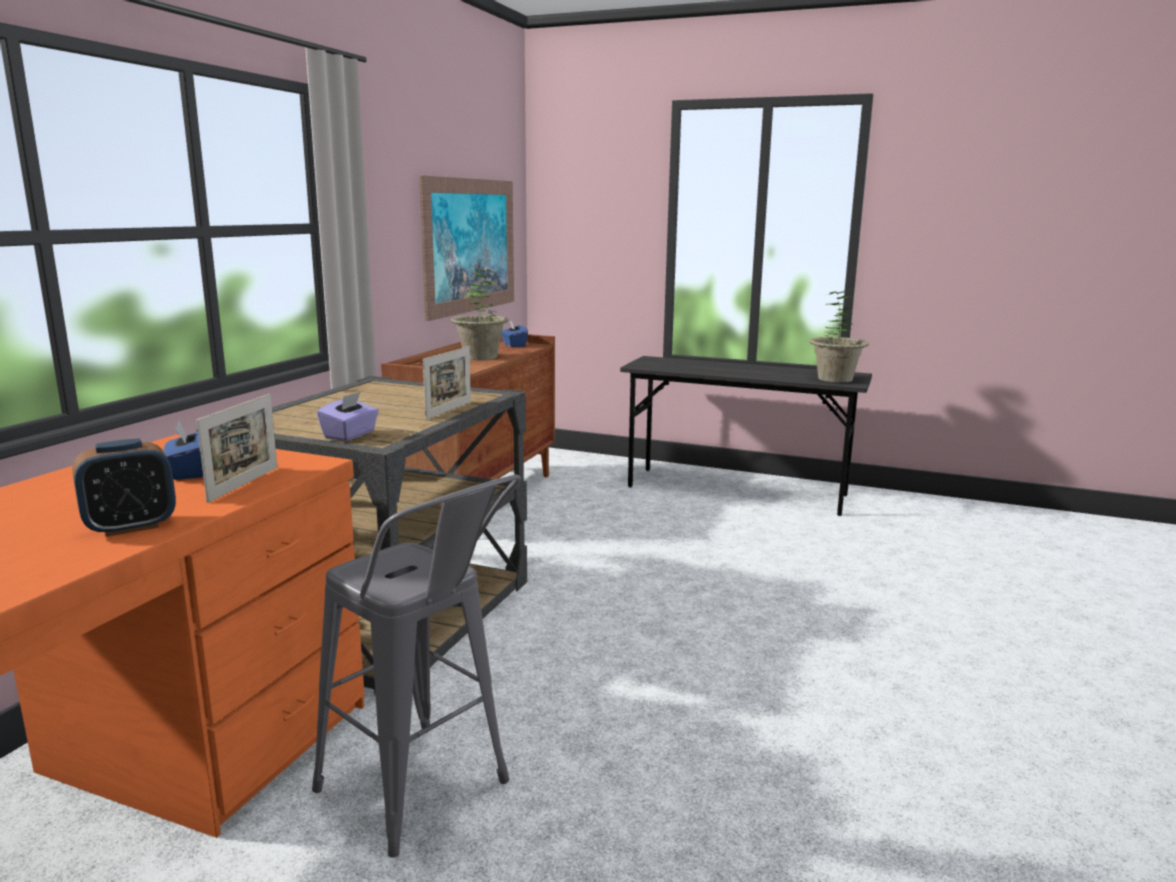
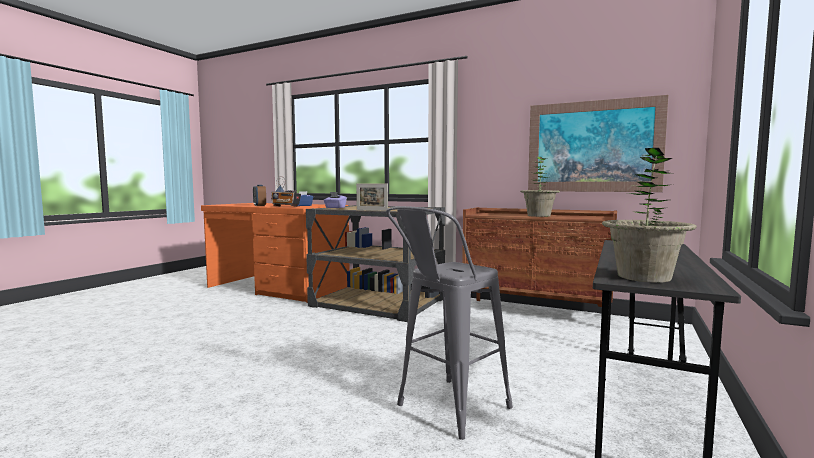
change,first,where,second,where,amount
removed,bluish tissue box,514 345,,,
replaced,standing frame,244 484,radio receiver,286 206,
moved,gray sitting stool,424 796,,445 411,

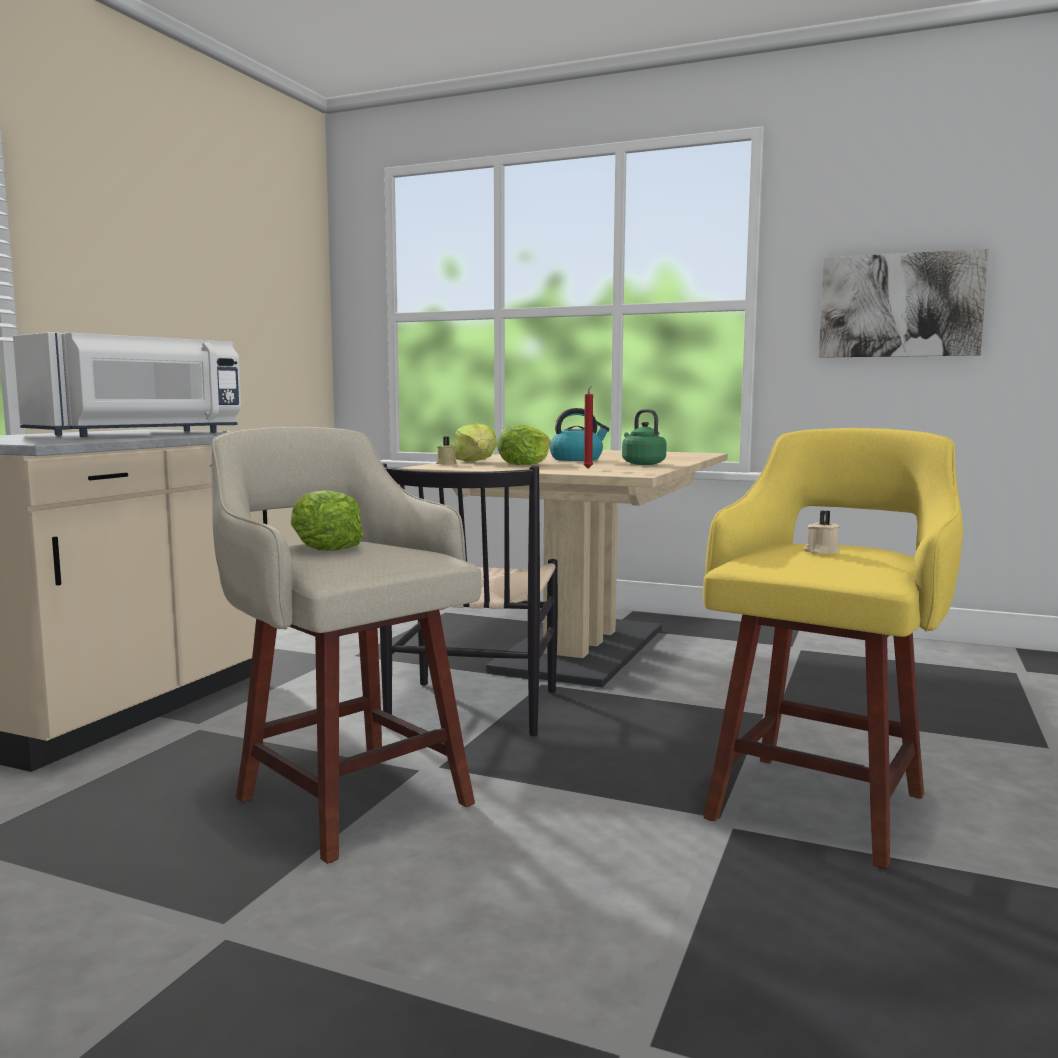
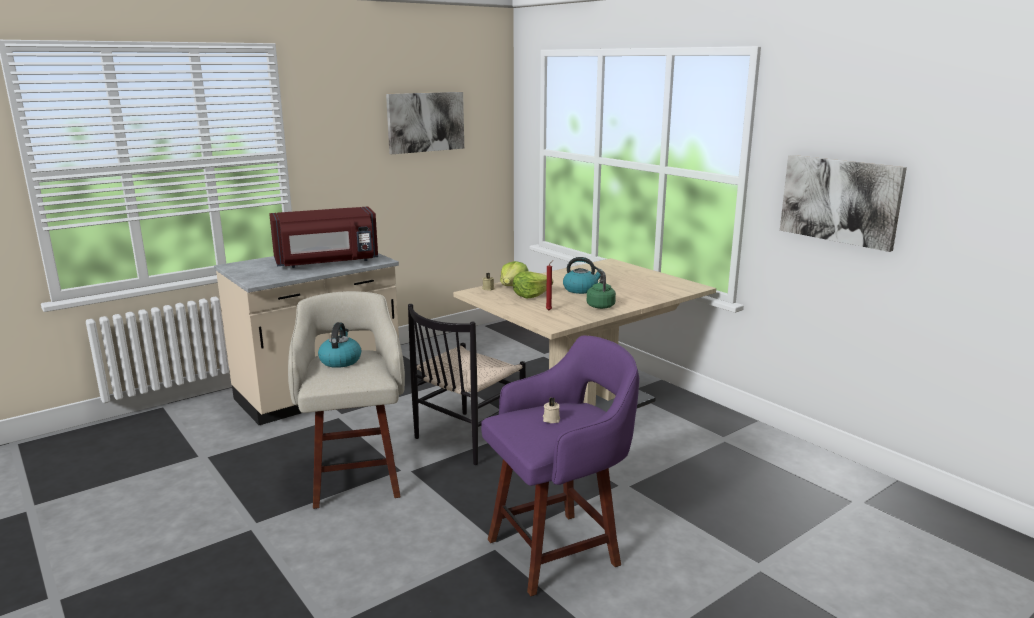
change,first,where,second,where,amount
recoloured,white-coloured microwave,142 434,red microwave,327 262,
recoloured,yellow sitting stool,821 803,purplish sitting stool,558 551,
replaced,lettuce head,323 547,tea kettle,340 360,
added,,,wall picture,425 122,

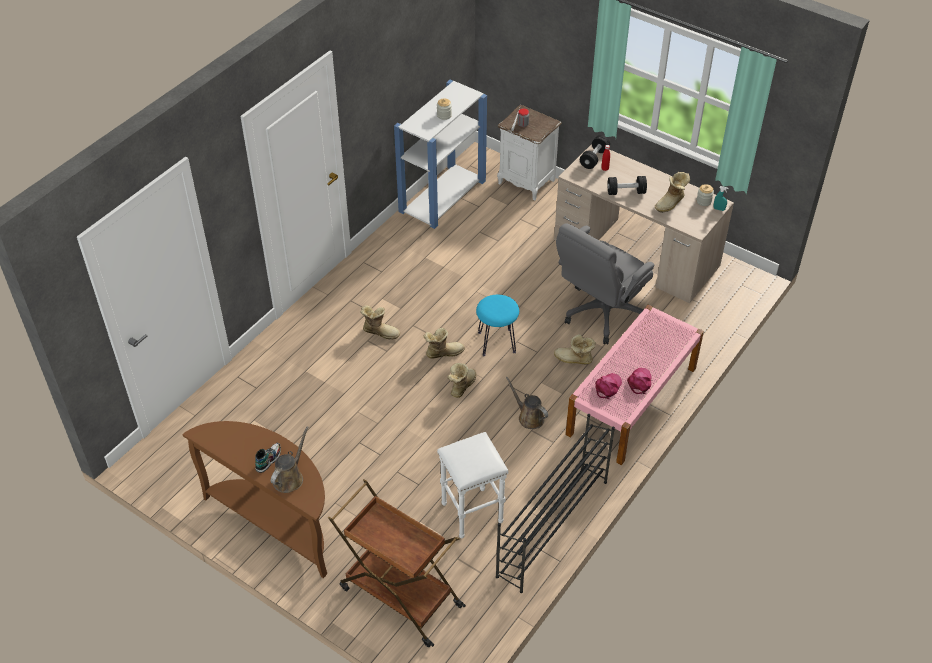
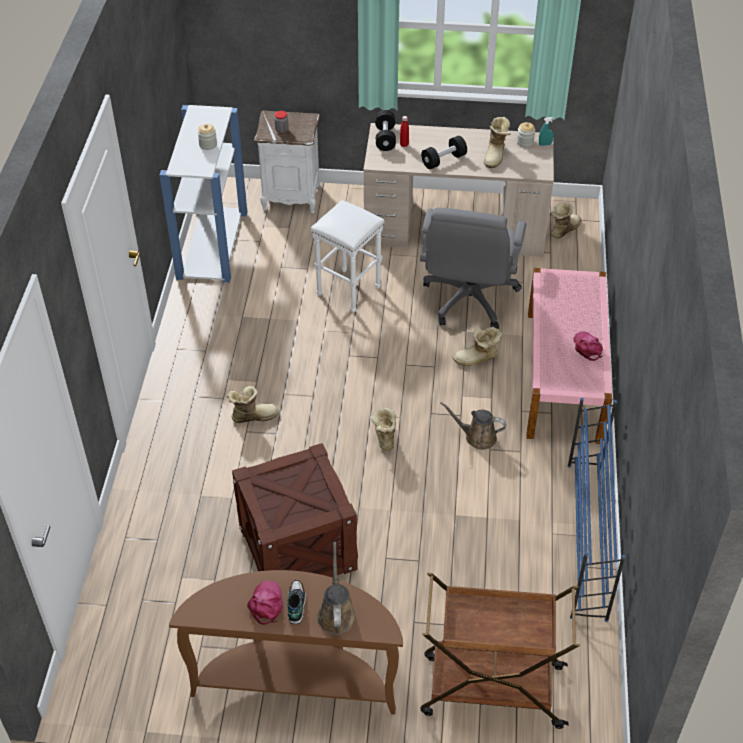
change,first,where,second,where,amount
removed,turquoise sitting stool,496 342,,,
moved,high-top boot,443 352,,563 229,
moved,pink cap,608 387,,266 604,
recoloured,black-coloured shoe rack,552 528,bluish shoe rack,586 540,
moved,white-coloured sitting stool,470 512,,347 290,
added,,,packing crate,298 548,

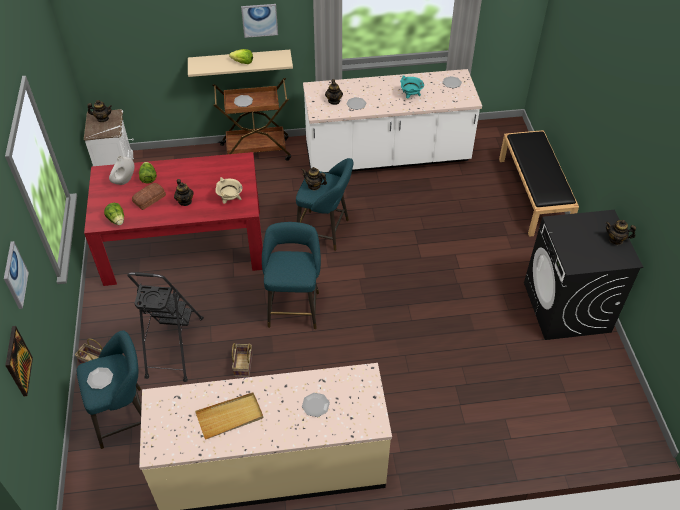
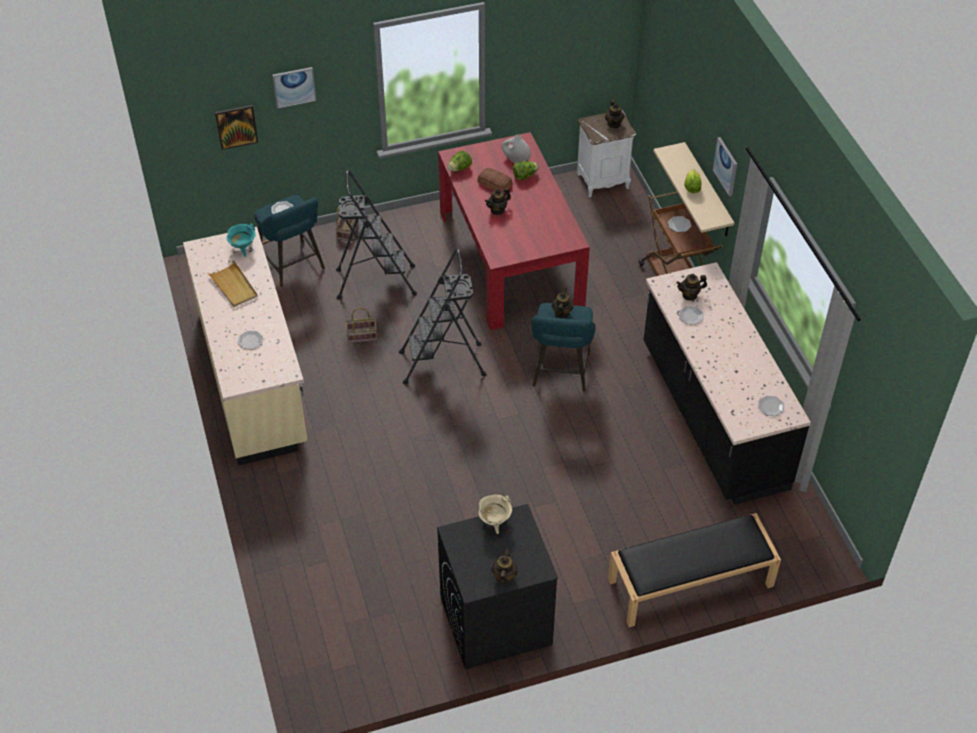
change,first,where,second,where,amount
recoloured,white-coloured counter,387 156,black-coloured counter,712 416,
moved,turquoise stockpot,410 96,,243 248,
moved,beige stockpot,230 200,,494 522,
replaced,turquoise sitting stool,294 306,step ladder,443 363,

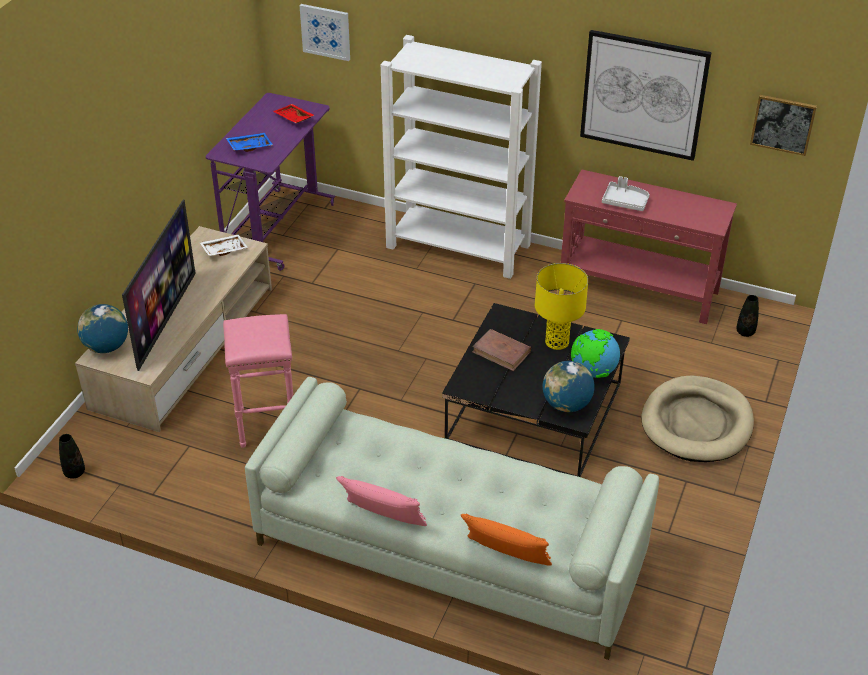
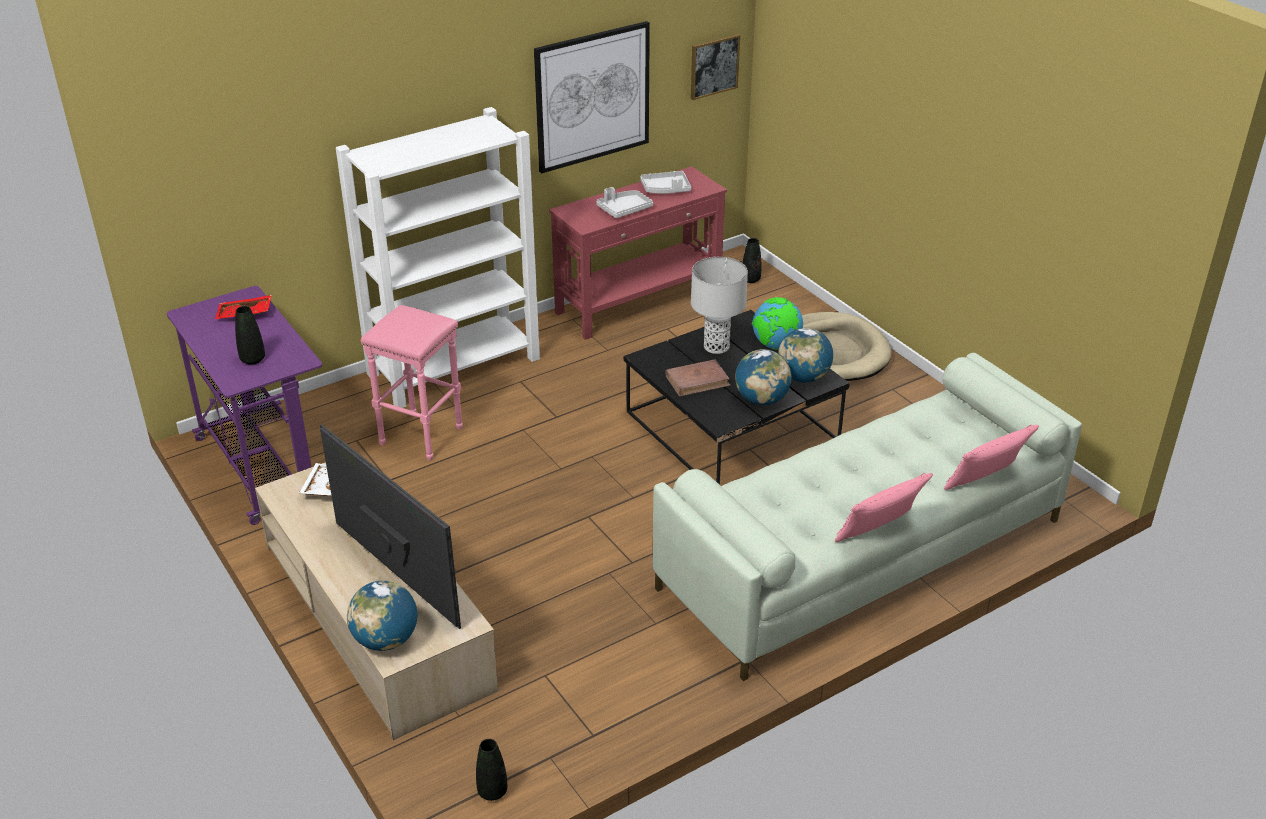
change,first,where,second,where,amount
removed,wall picture,325 31,,,
replaced,bluish carrying tray,249 146,black-coloured vase,253 359,
recoloured,yellow table lamp,556 342,white-coloured table lamp,716 347,
moved,pink sitting stool,266 425,,421 437,
recoloured,orangey throw pillow,505 557,pink throw pillow,986 480,
added,,,gray carrying tray,666 189,
added,,,globe,761 400,

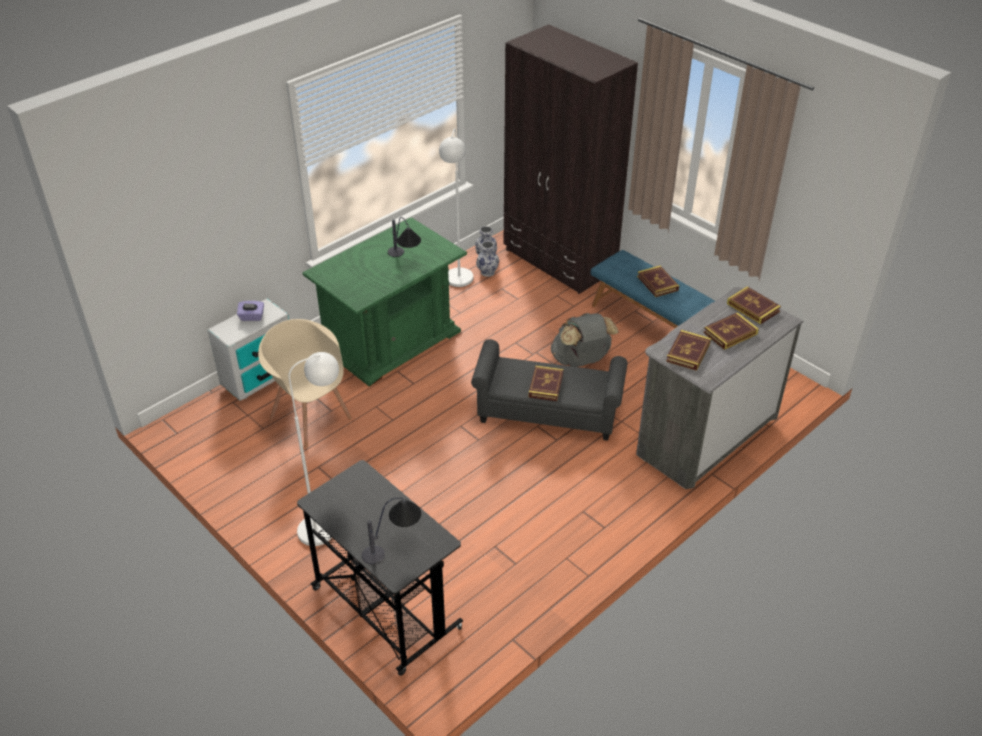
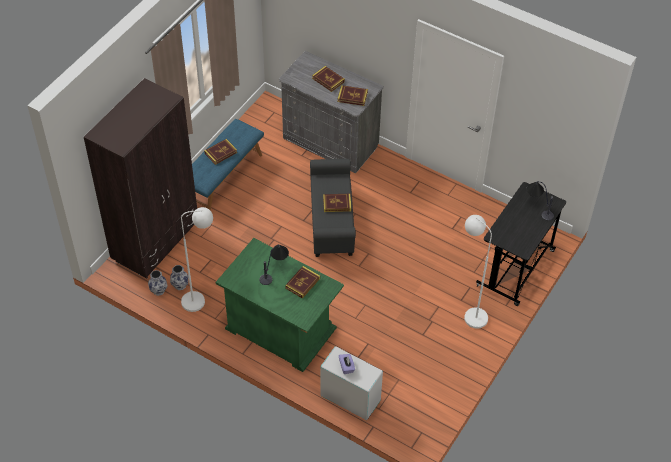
change,first,where,second,where,amount
moved,bound book,753 307,,302 283,
removed,gray backpack,581 361,,,
removed,beige upright chair,310 418,,,

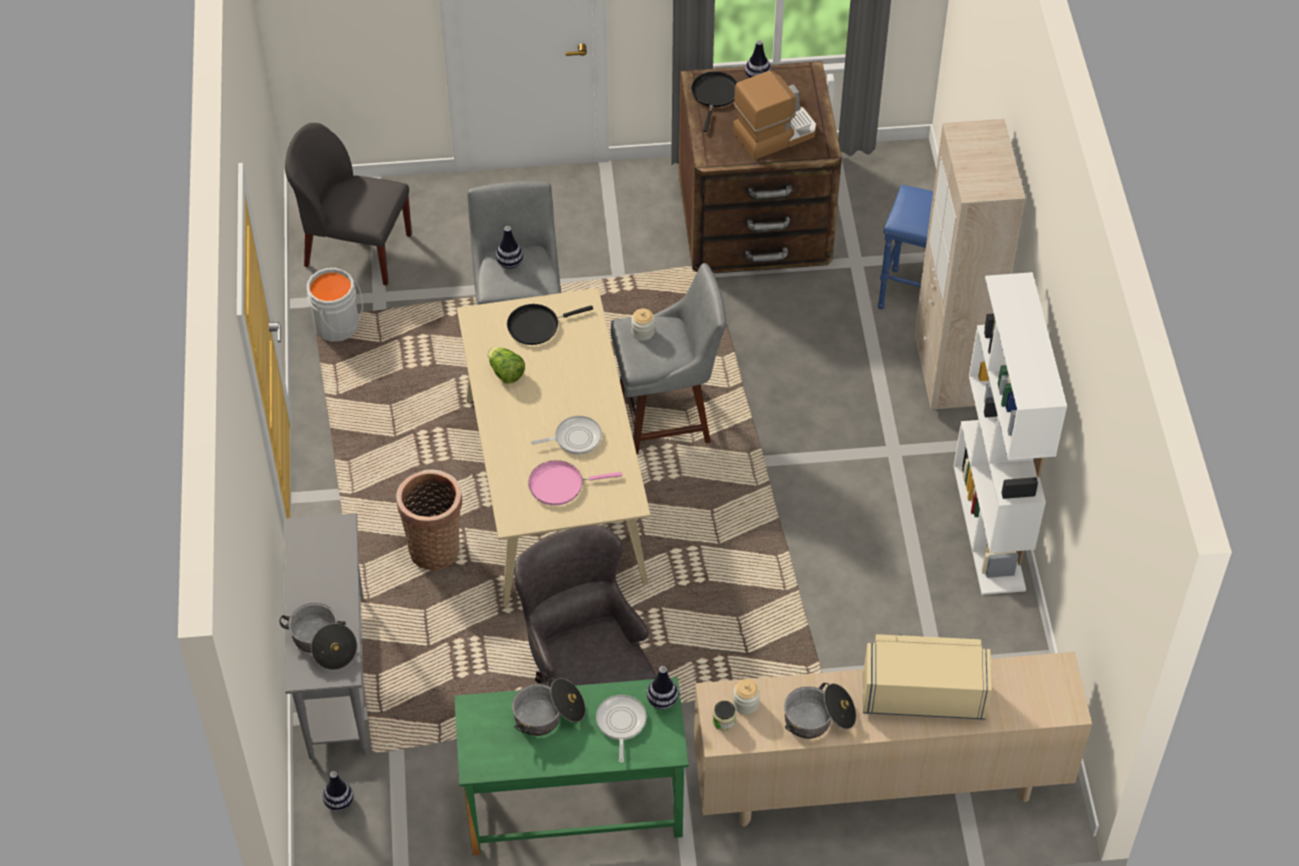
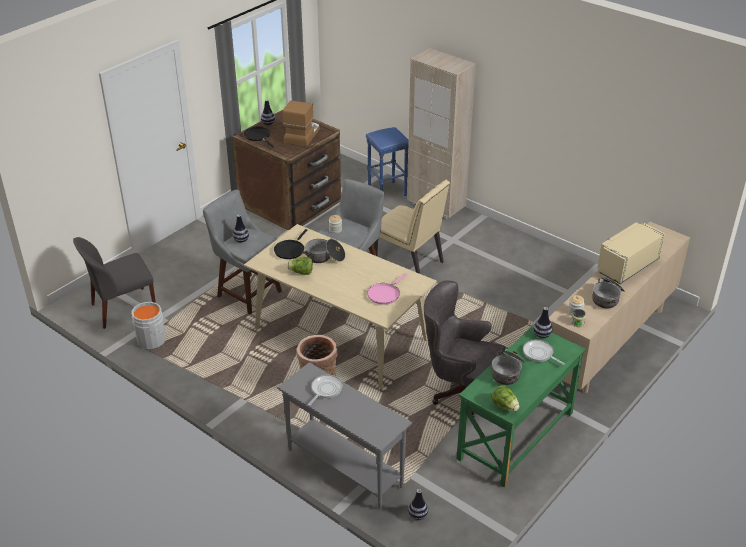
change,first,where,second,where,amount
removed,white-coloured shelving unit,990 528,,,
moved,pan,575 438,,325 390,
moved,stockpot,322 643,,324 257,
added,,,beige upright chair,408 262,
added,,,lettuce head,505 406,

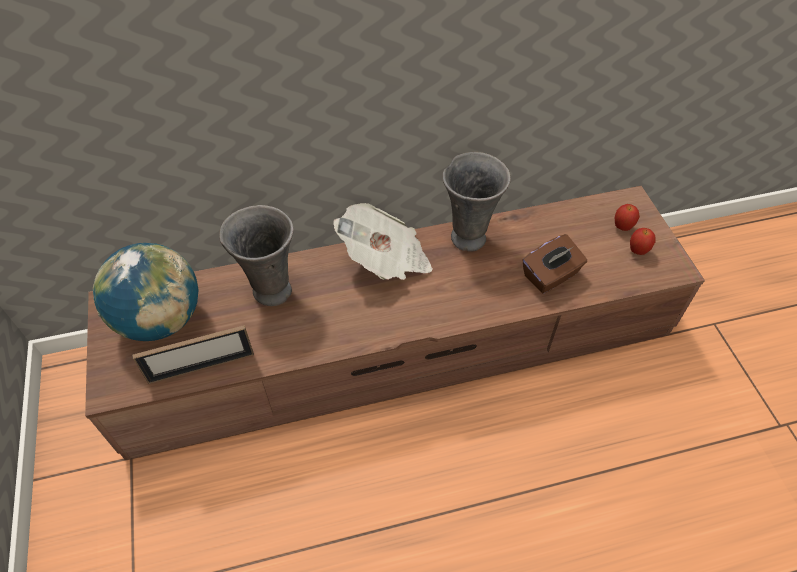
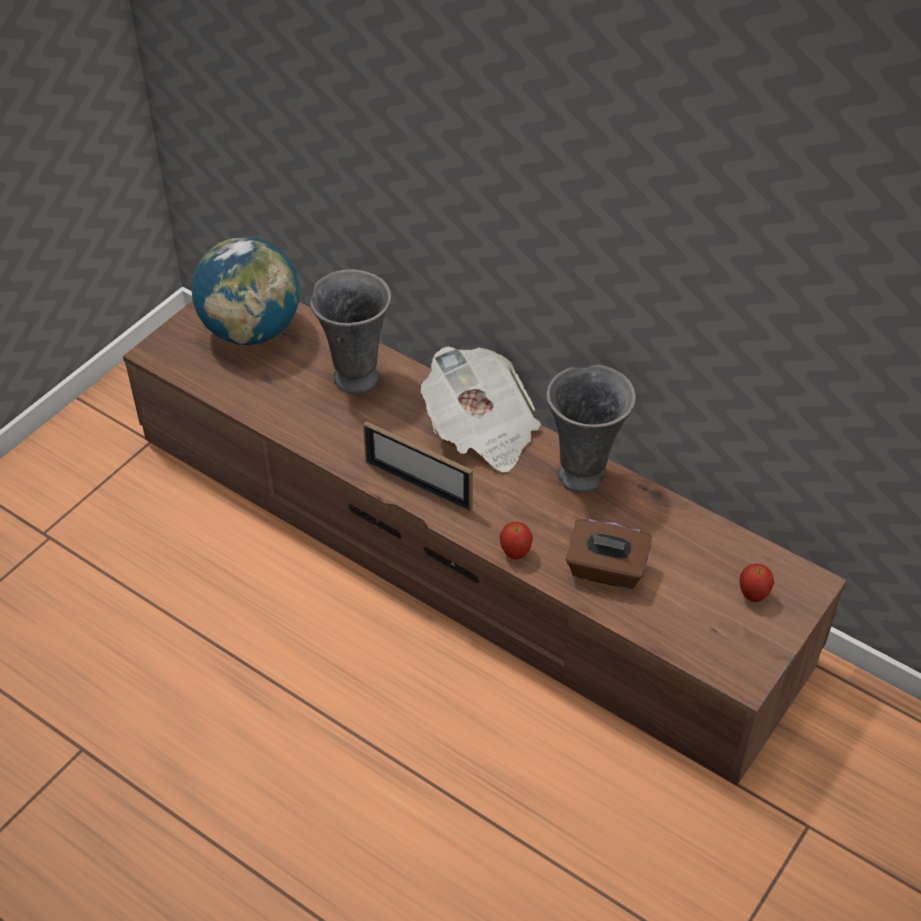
change,first,where,second,where,amount
moved,whole apple,637 251,,515 553,
moved,standing frame,201 367,,418 485,

